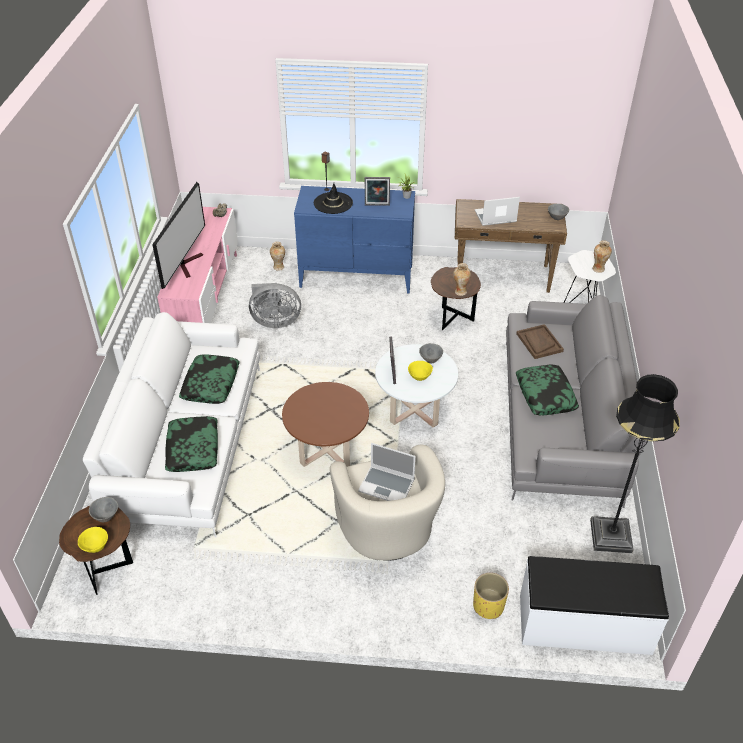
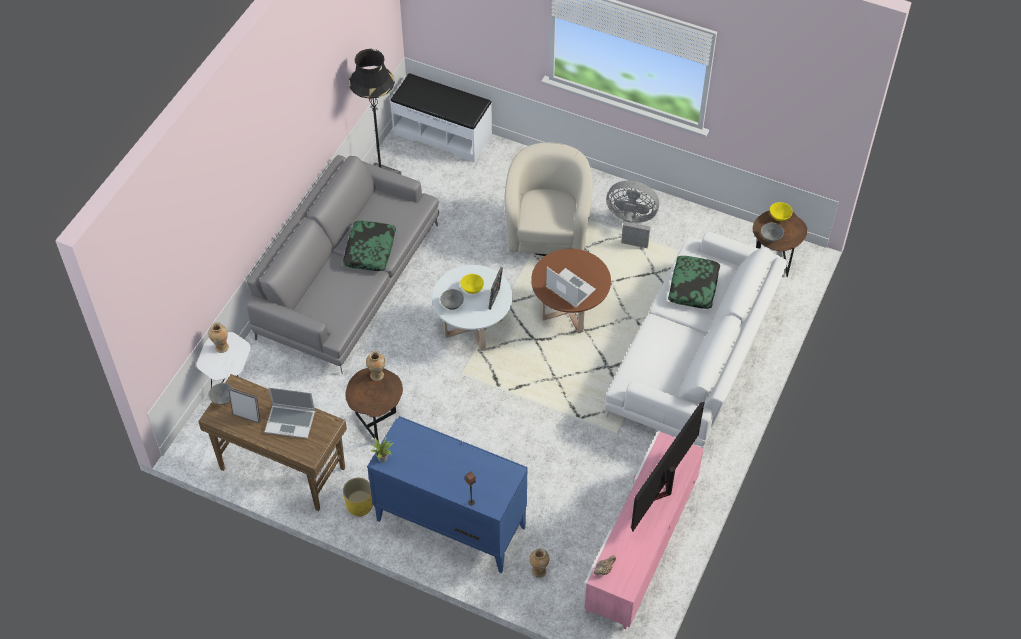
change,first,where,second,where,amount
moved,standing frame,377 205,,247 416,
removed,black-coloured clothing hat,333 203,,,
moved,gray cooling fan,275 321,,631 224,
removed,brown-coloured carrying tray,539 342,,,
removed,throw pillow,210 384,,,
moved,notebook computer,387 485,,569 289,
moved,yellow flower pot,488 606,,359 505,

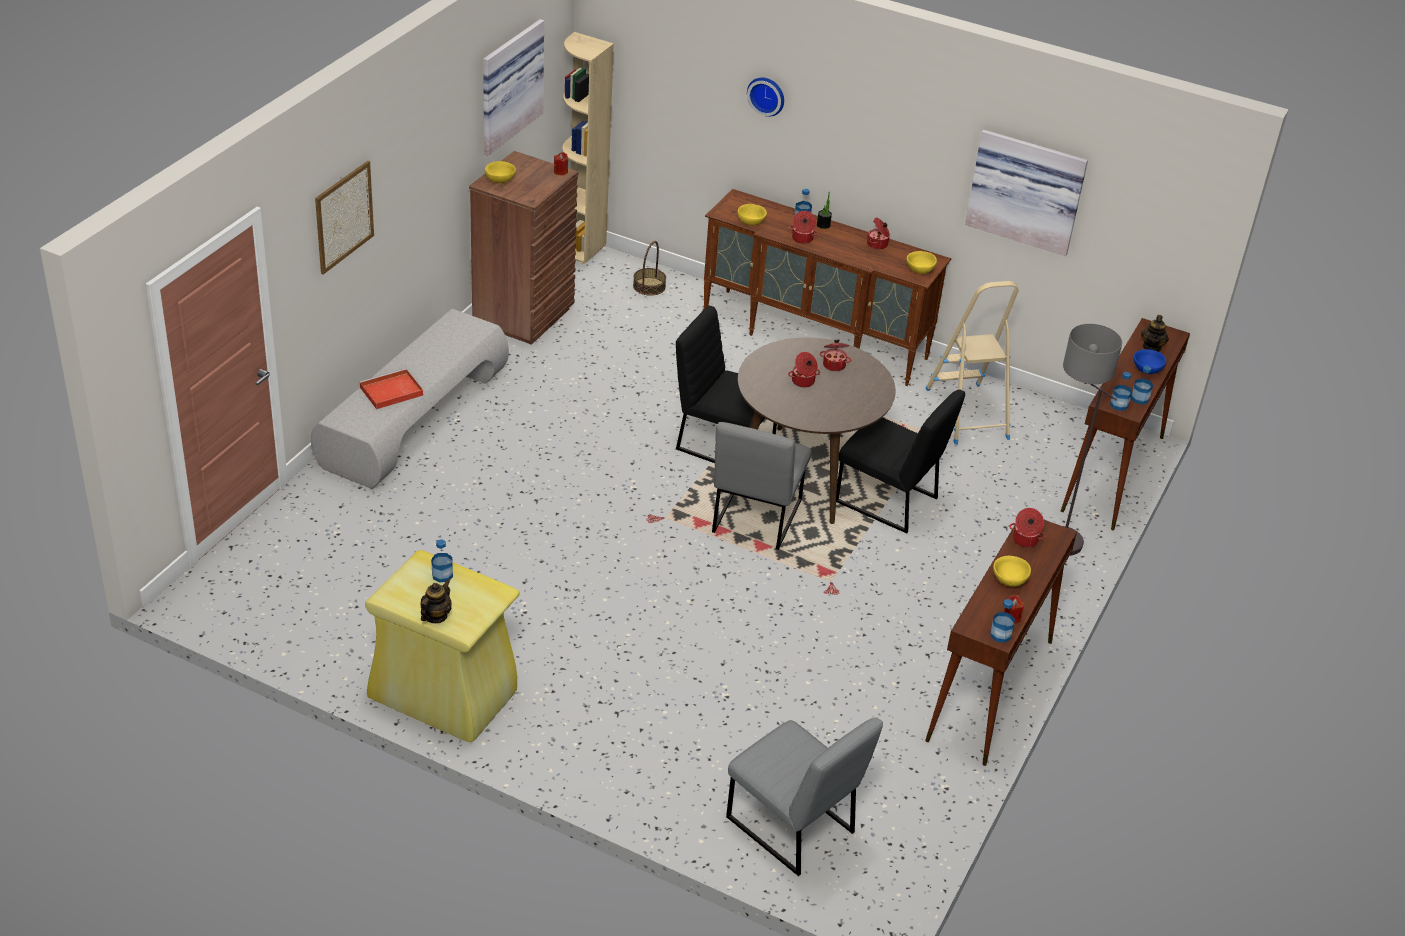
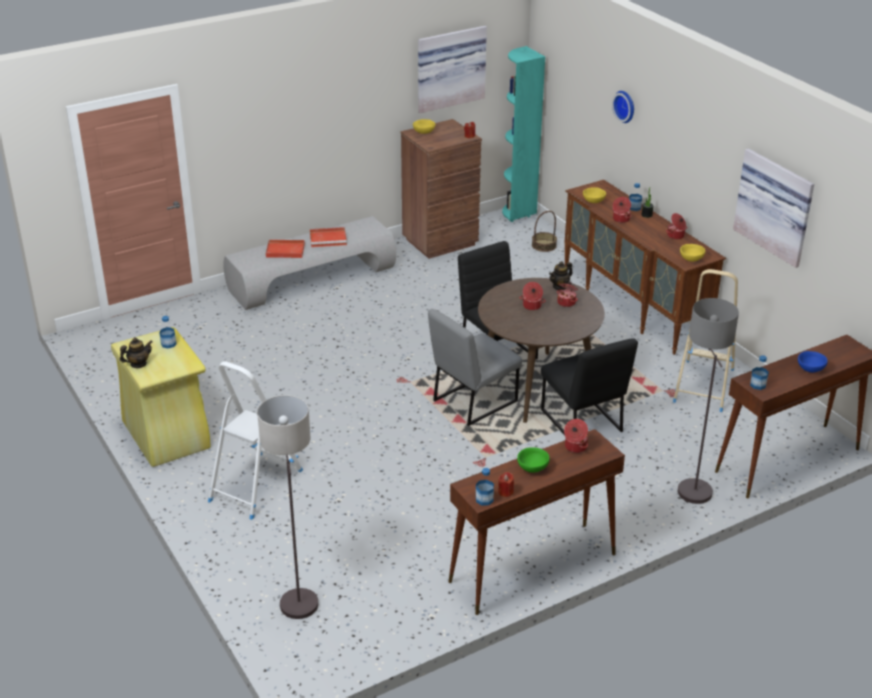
change,first,where,second,where,amount
recoloured,beige shelving unit,579 252,turquoise shelving unit,516 215,
removed,wall picture,344 216,,,
moved,tea pot,1152 347,,560 286,
removed,drink bottle,1140 398,,,
recoloured,yellow deep dish,1009 580,greenish deep dish,532 467,
replaced,gray upright chair,792 827,gray standing lamp,297 597,
added,,,red carrying tray,329 239,
added,,,white-coloured step ladder,257 484,

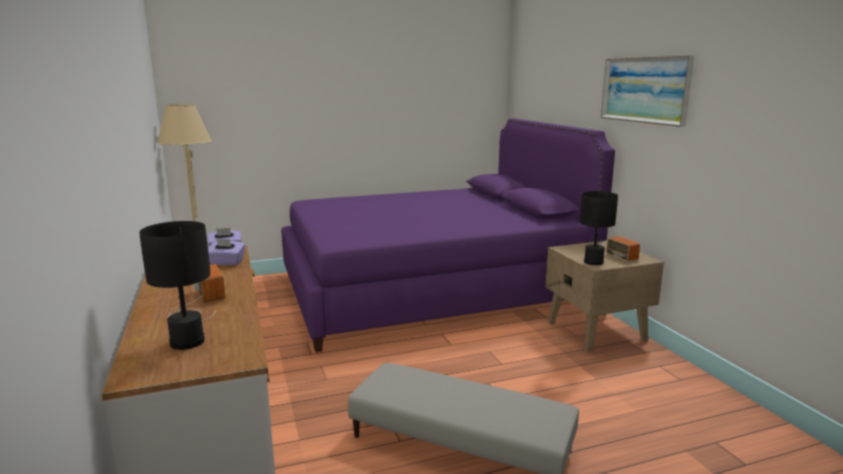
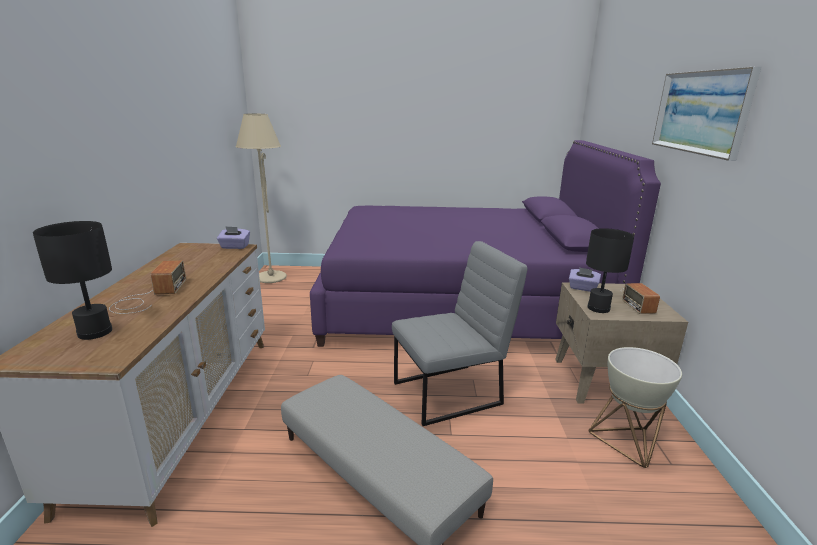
change,first,where,second,where,amount
moved,purplish tissue box,226 263,,582 288,
added,,,gray upright chair,450 393,
added,,,flower pot,626 442,

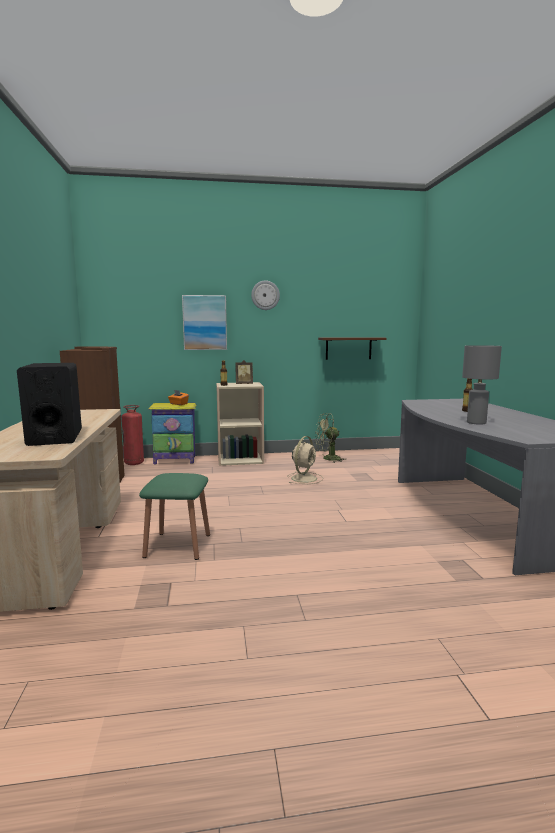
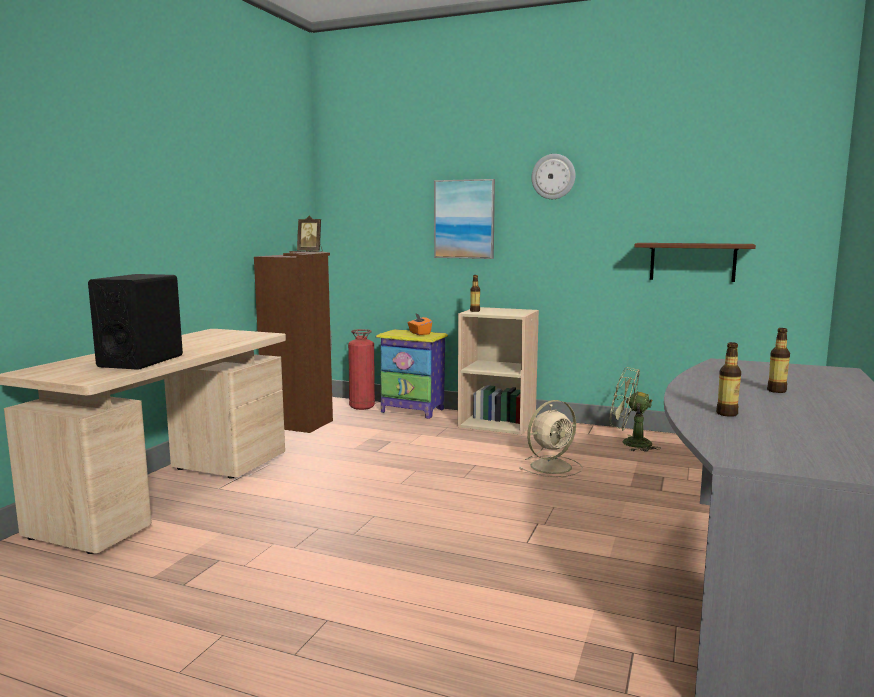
change,first,where,second,where,amount
replaced,gray table lamp,476 422,drink bottle,727 414,
moved,standing frame,244 384,,311 252,
removed,greenish sitting stool,178 545,,,

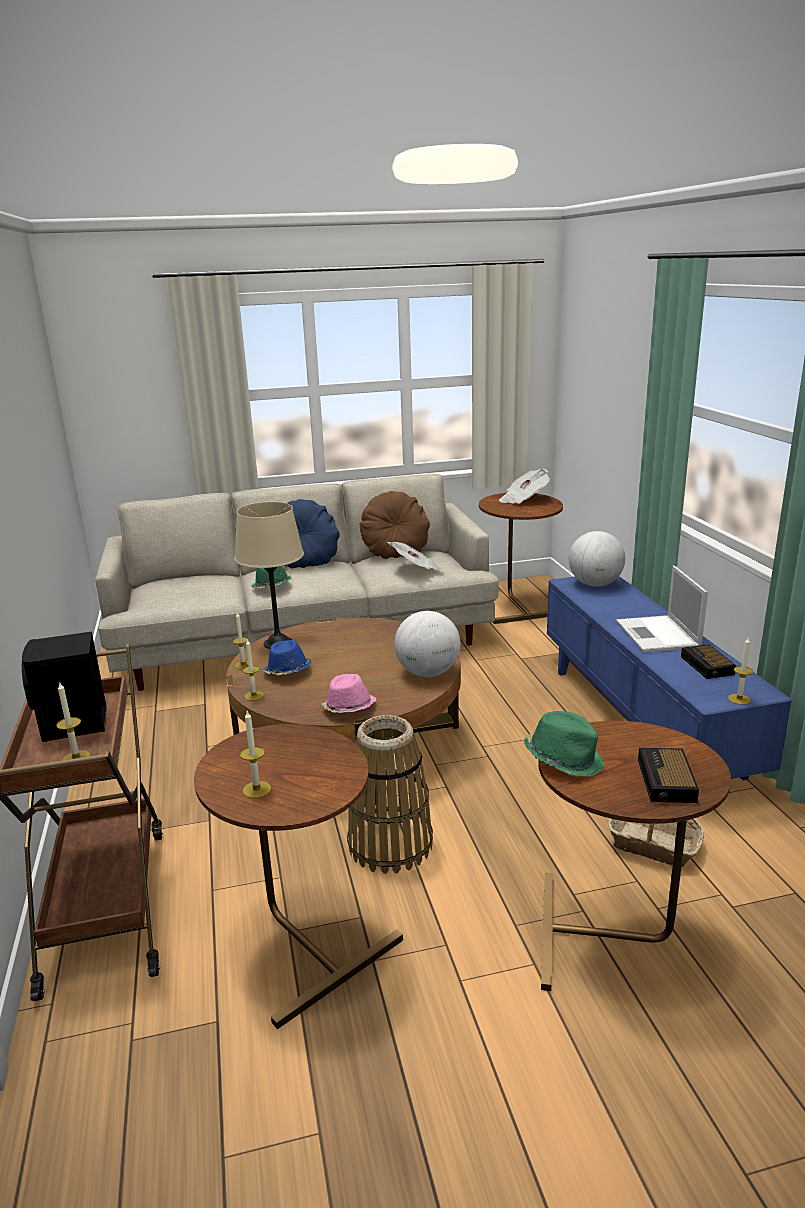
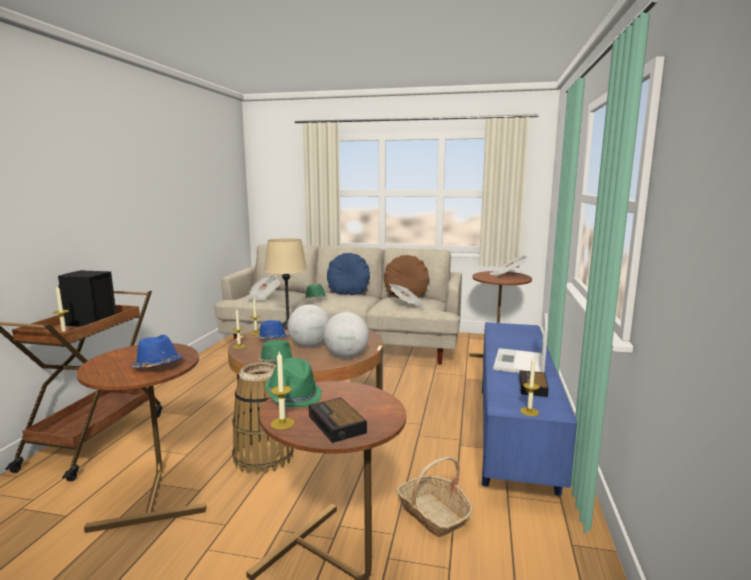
change,first,where,second,where,amount
moved,globe,595 584,,309 346,
recoloured,pink clothing hat,349 708,greenish clothing hat,276 362,
moved,candle,256 789,,282 423,
turned,bedside clock,666 781,,337 425,60 degrees counterclockwise
added,,,daily paper,263 297,
added,,,bluish clothing hat,157 366,

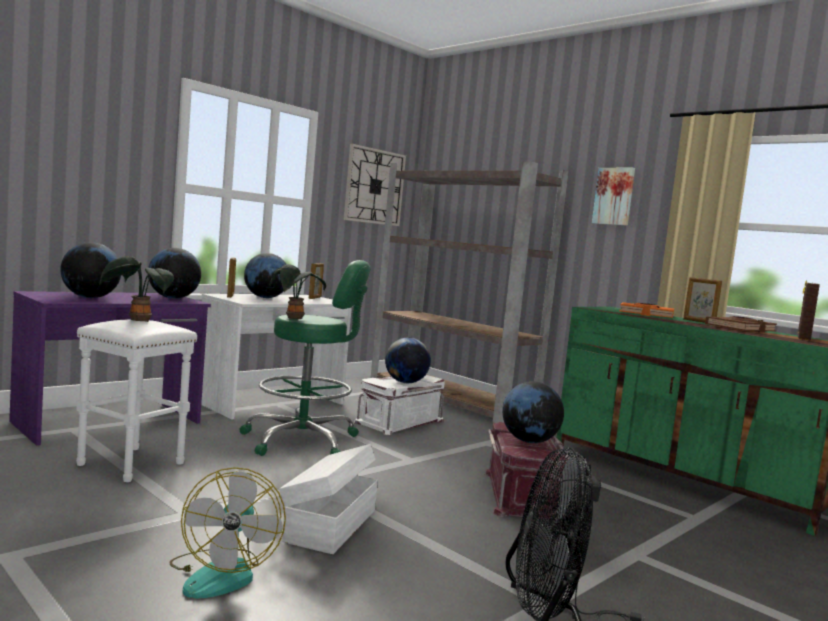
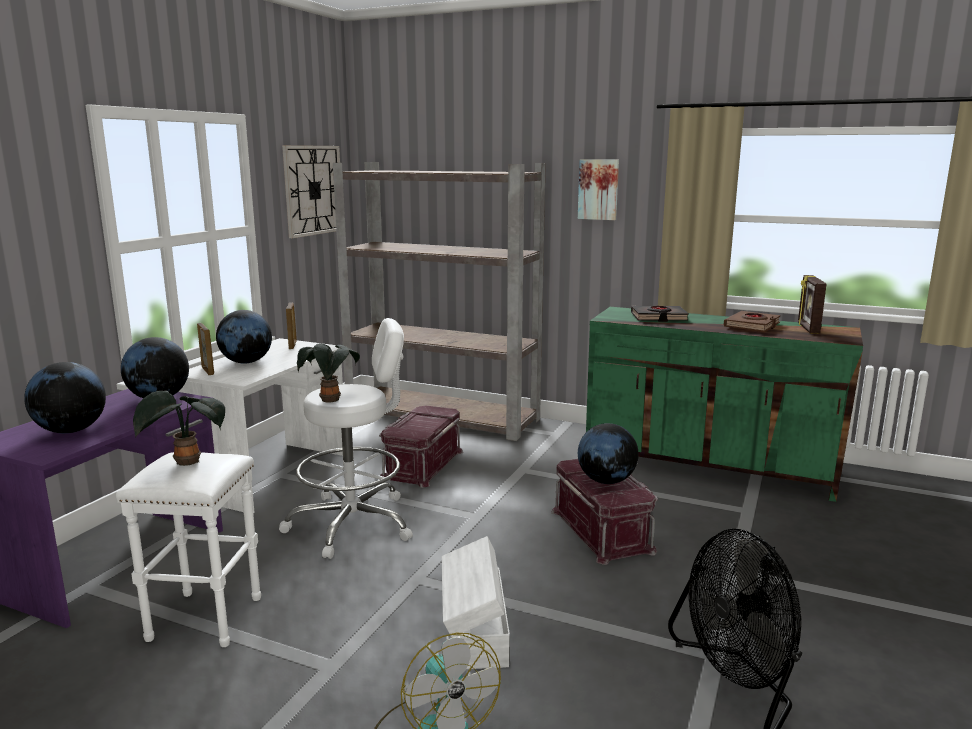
change,first,where,second,where,amount
recoloured,greenish sitting stool,303 441,white-coloured sitting stool,354 523,
removed,standing frame,699 321,,,
recoloured,orangey bound book,646 314,black-coloured bound book,658 317,
removed,globe,405 382,,,
recoloured,white-coloured storage container,399 421,red storage container,421 464,

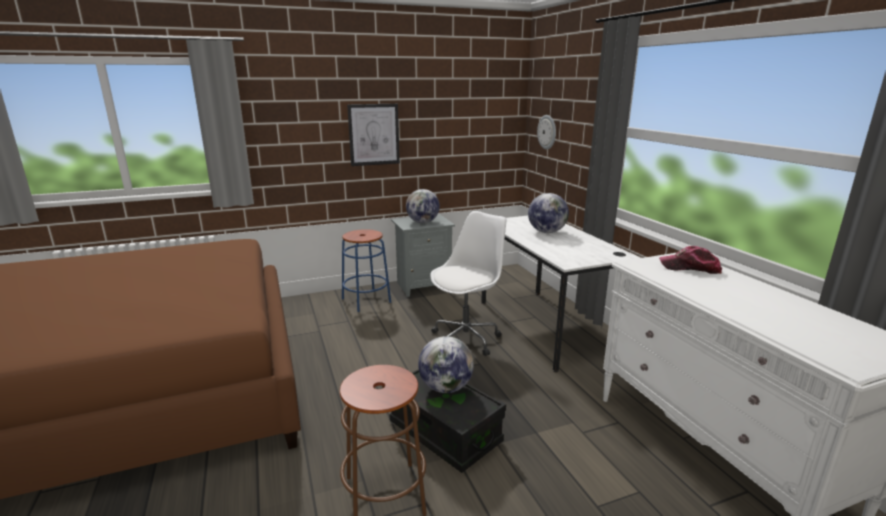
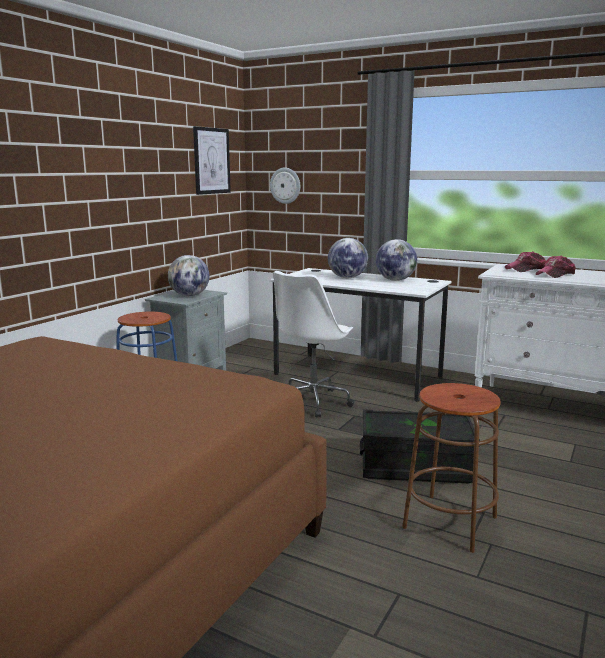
change,first,where,second,where,amount
moved,wall picture,374 134,,211 161,
turned,white-coloured office chair,466 338,,312 402,150 degrees counterclockwise
moved,globe,445 387,,395 280,
added,,,cap,555 275,

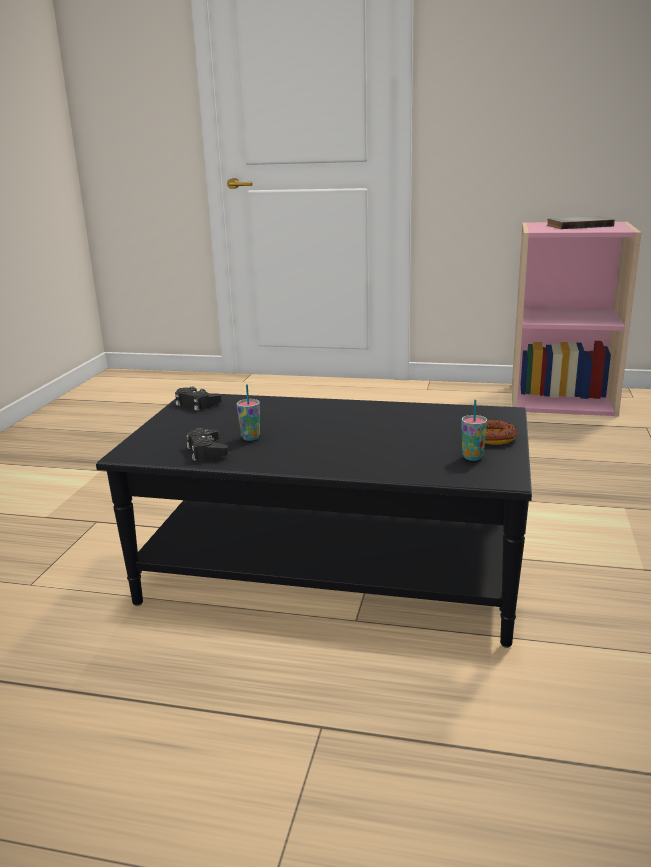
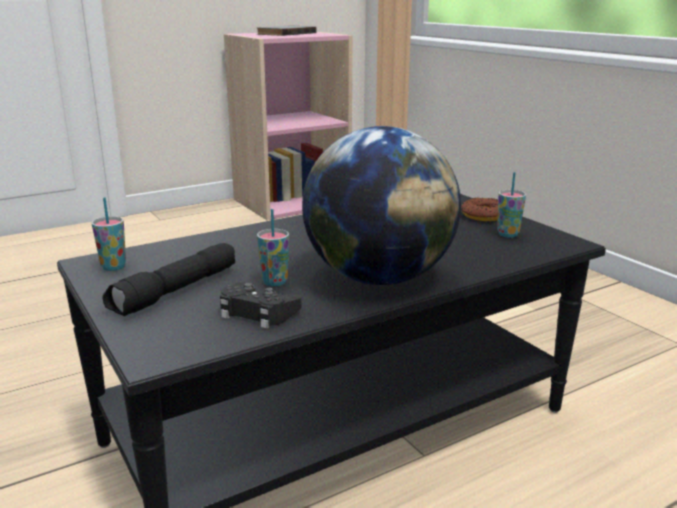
change,first,where,second,where,amount
replaced,black-coloured game controller,197 403,drinking cup,113 267,
added,,,globe,378 278,
added,,,black-coloured torch,176 292,

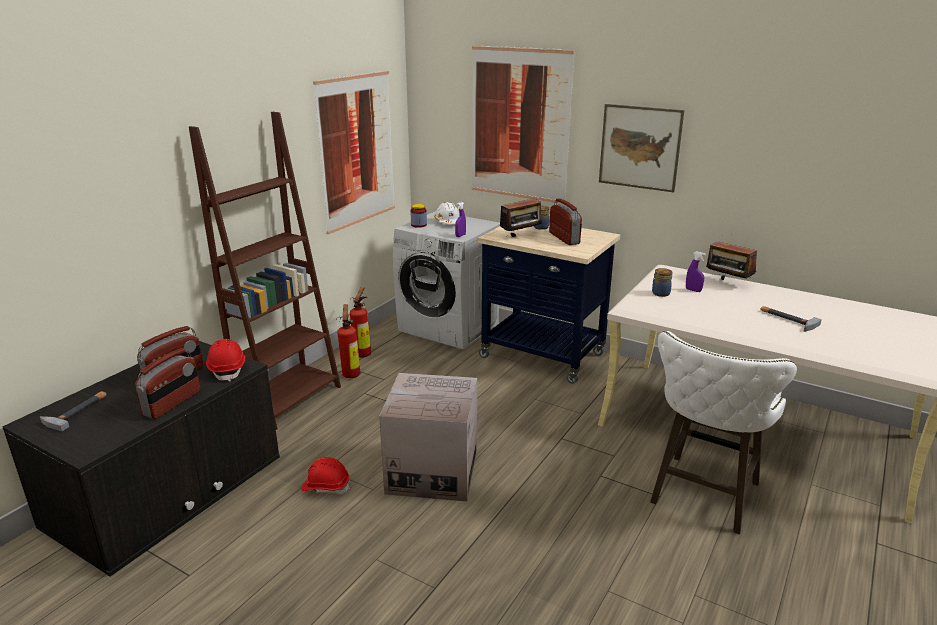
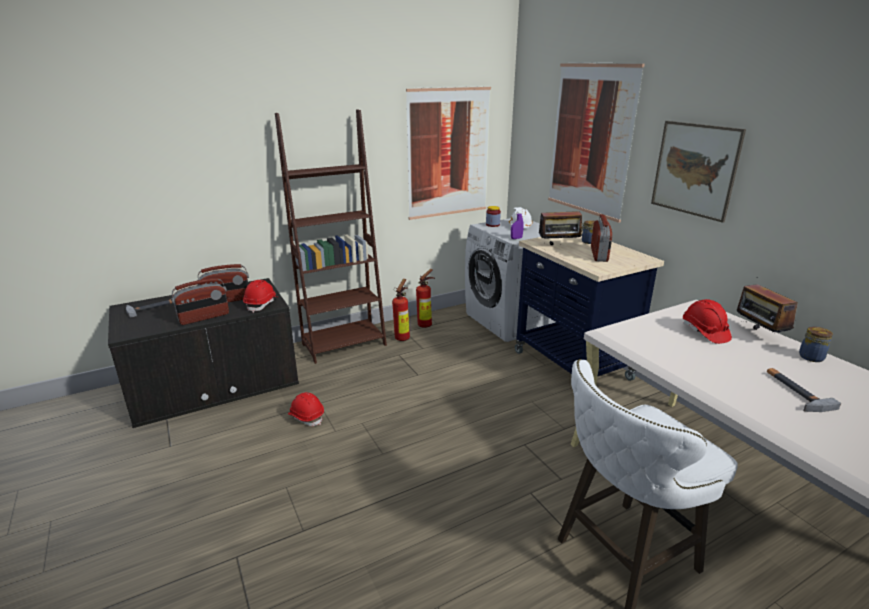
change,first,where,second,where,amount
replaced,purplish spray bottle,693 290,red work helmet,704 332,
moved,preserve jar,660 293,,810 356,
removed,carton,432 471,,,

